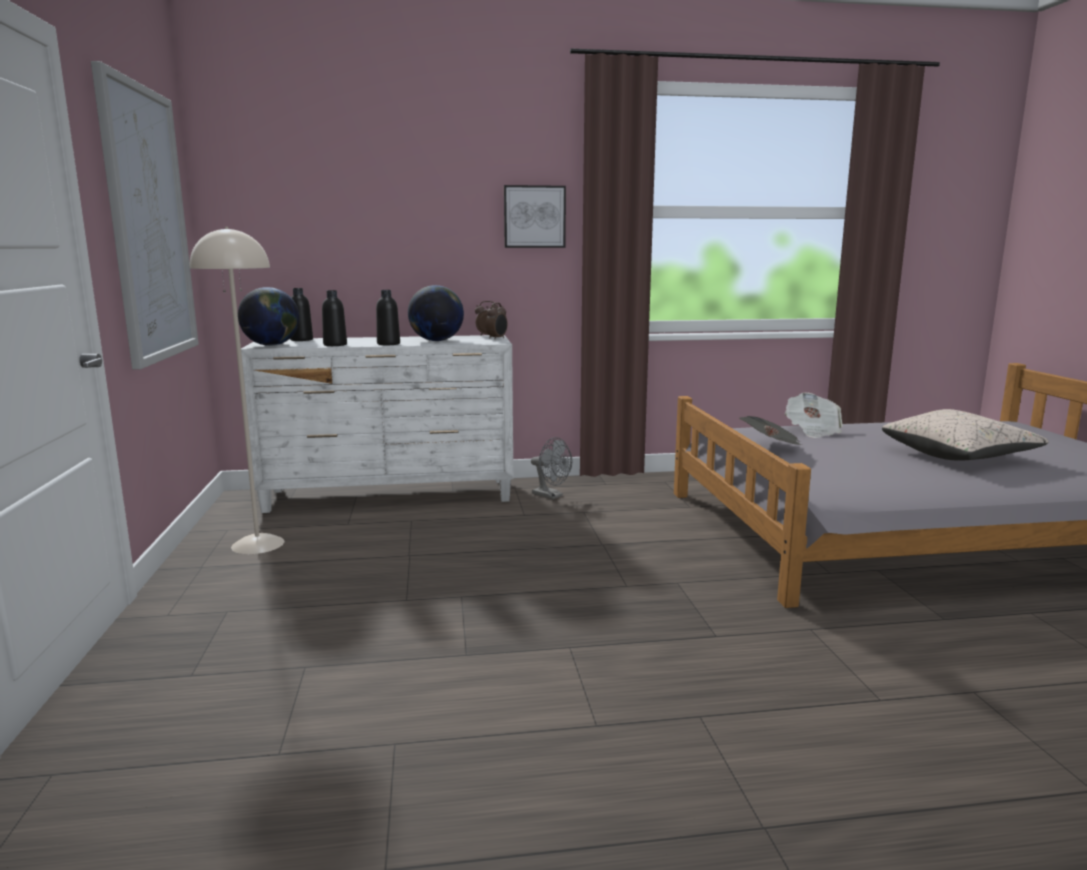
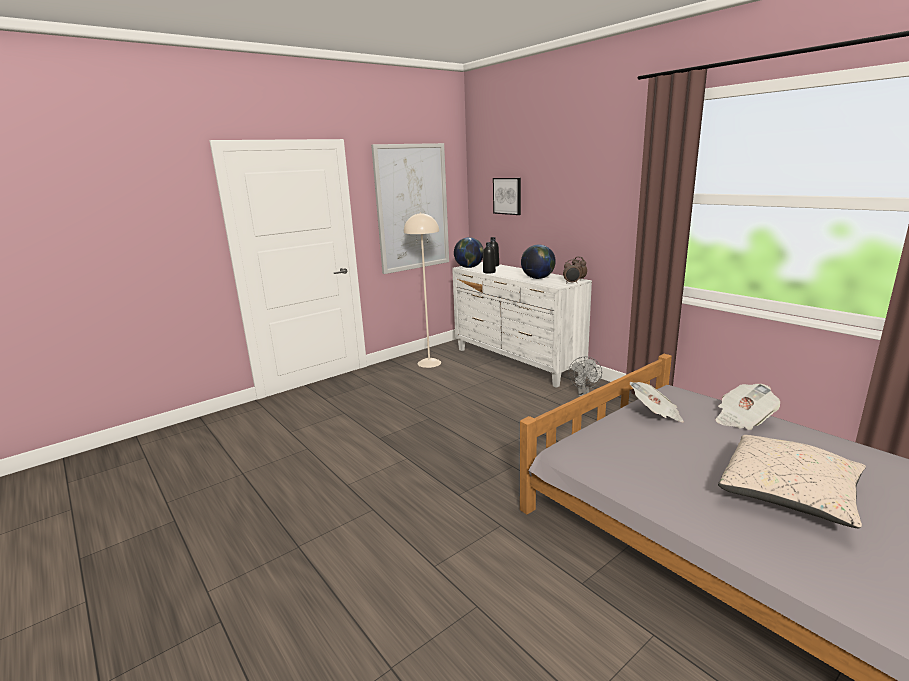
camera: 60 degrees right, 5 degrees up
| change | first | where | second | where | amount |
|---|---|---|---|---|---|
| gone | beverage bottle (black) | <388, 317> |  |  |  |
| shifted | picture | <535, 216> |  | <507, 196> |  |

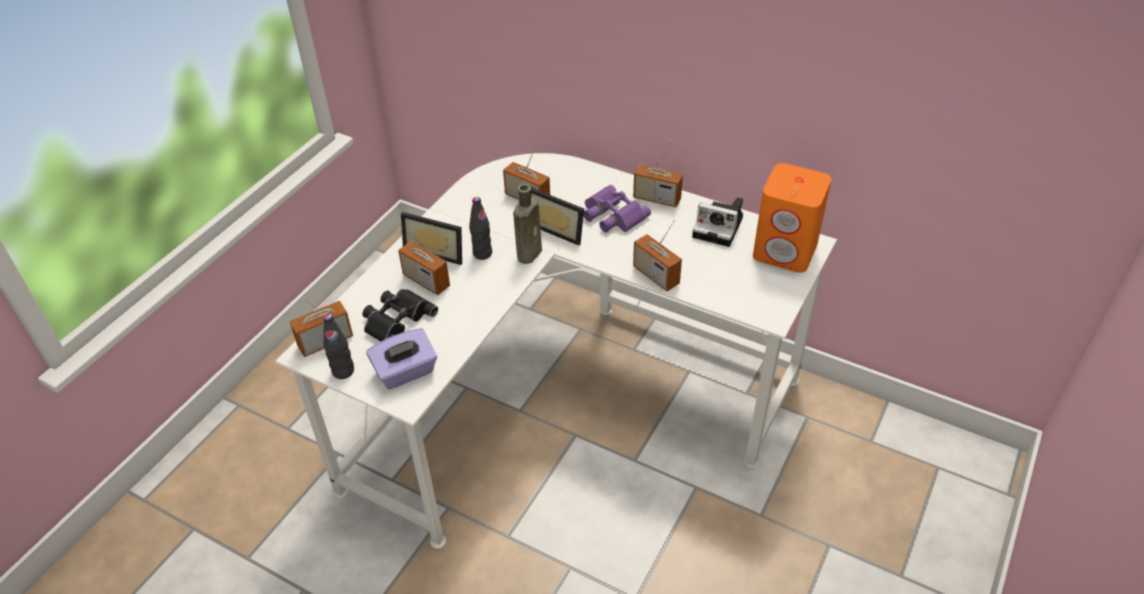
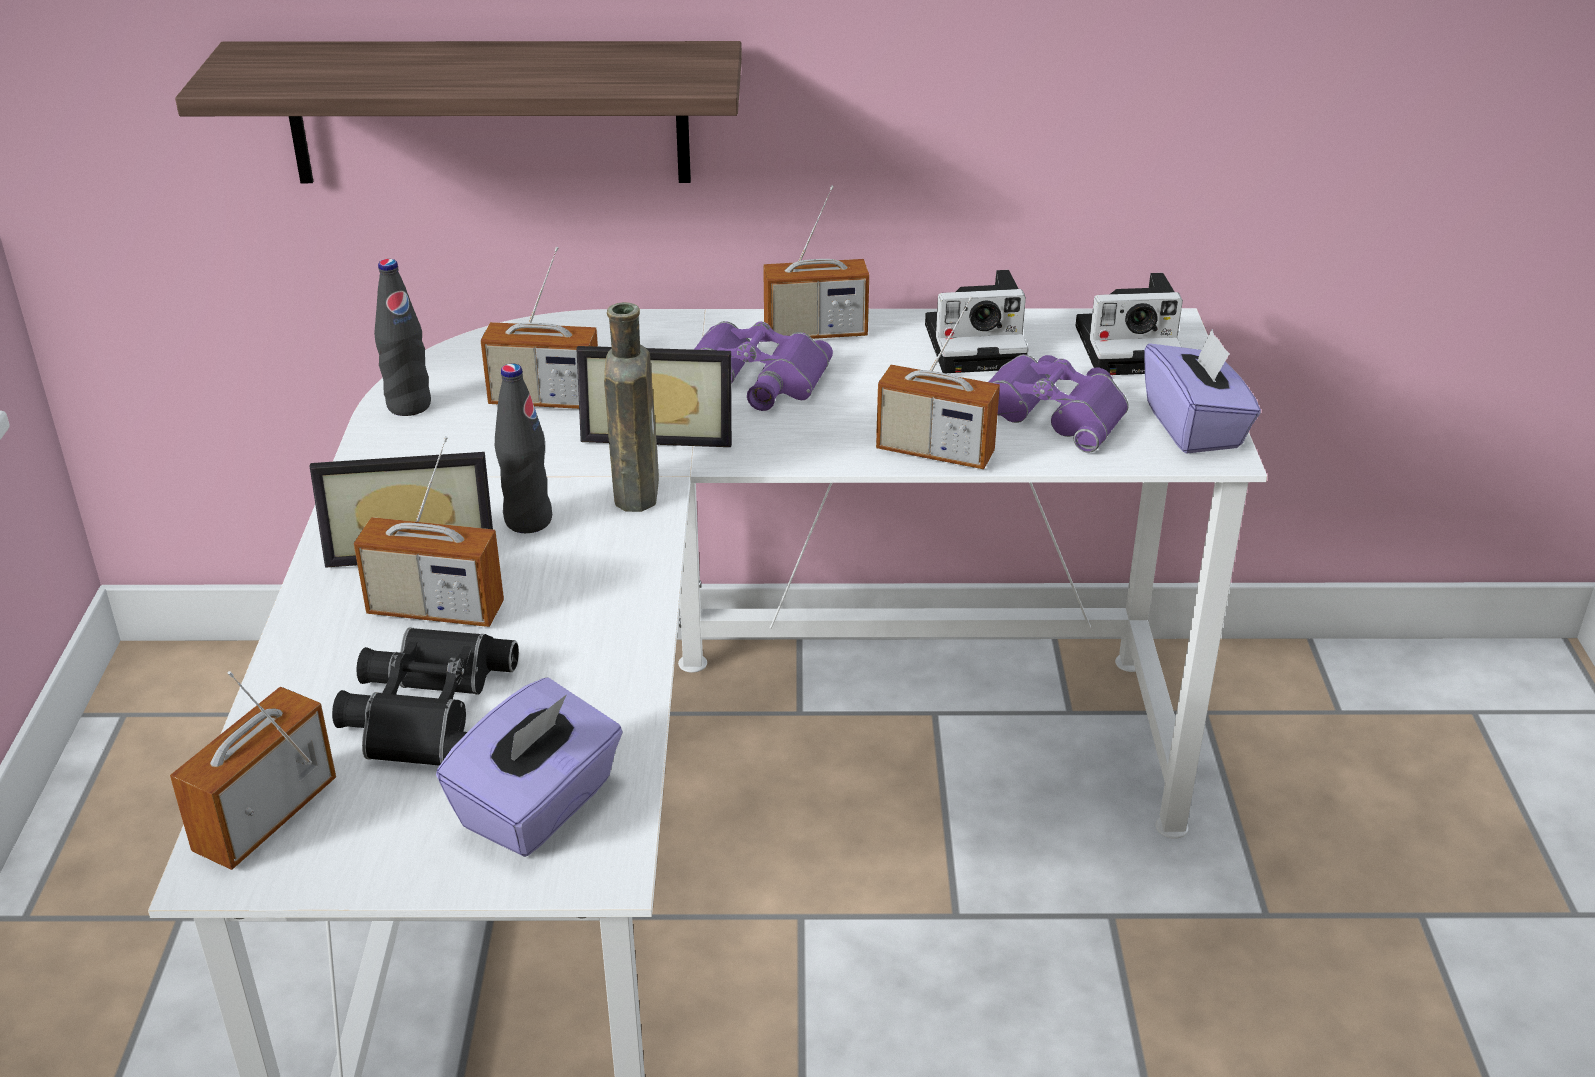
camera: 30 degrees left, 10 degrees down
| change | first | where | second | where | amount |
|---|---|---|---|---|---|
| new |  |  | wall shelf | <458, 112> |  |
| new |  |  | pair of binoculars (purple) | <1059, 403> |  |
| new |  |  | tissue box (purple) | <1202, 391> |  |
| shifted | beverage bottle (black) | <338, 346> |  | <402, 337> |  |
| swapped | speaker (orangey) | <792, 218> | still camera | <1129, 324> |  |

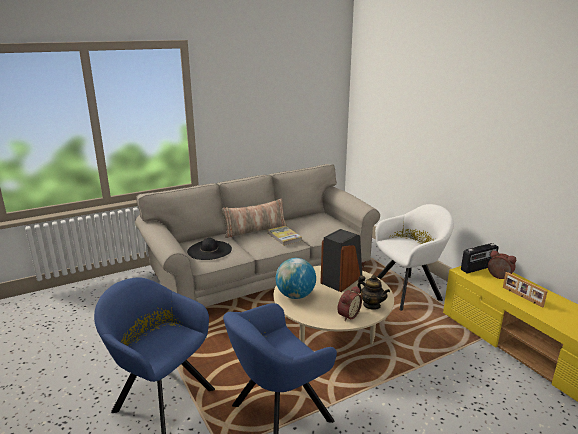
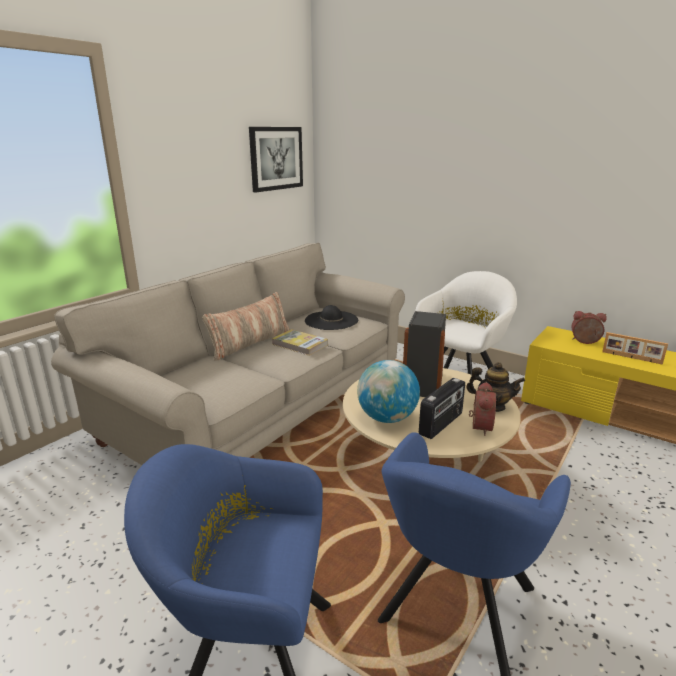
camera: 25 degrees left, 0 degrees up
| change | first | where | second | where | amount |
|---|---|---|---|---|---|
| new |  |  | picture | <276, 160> |  |
| shifted | wearable hat (black) | <209, 249> |  | <331, 317> |  |
| shifted | radio set | <480, 258> |  | <442, 408> |  |

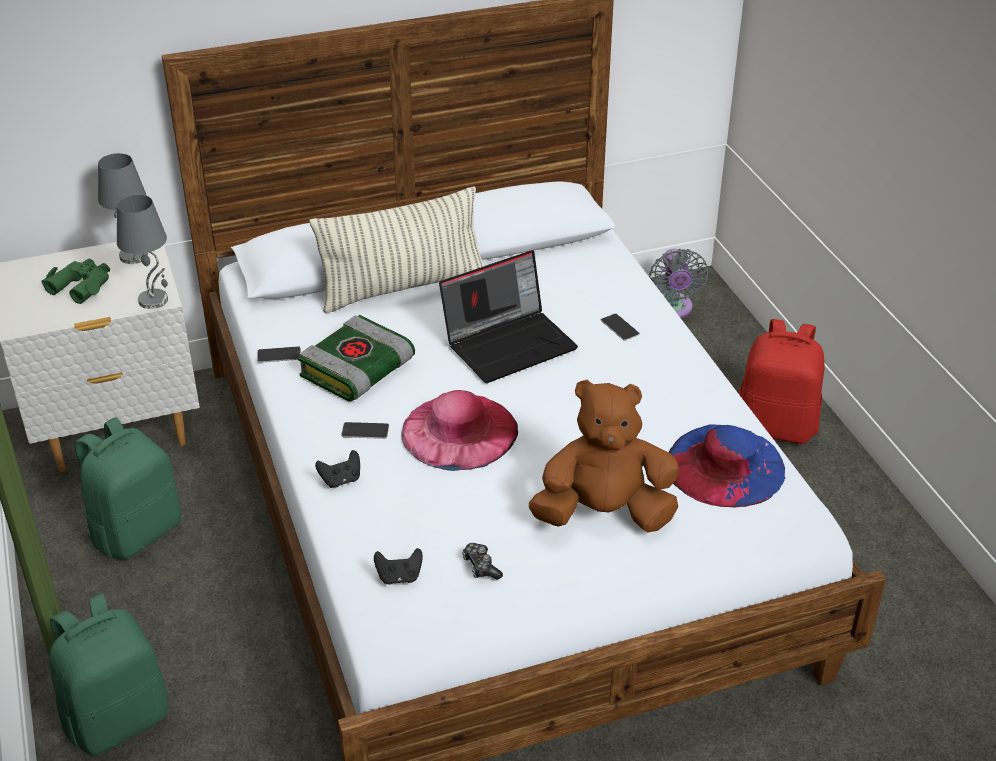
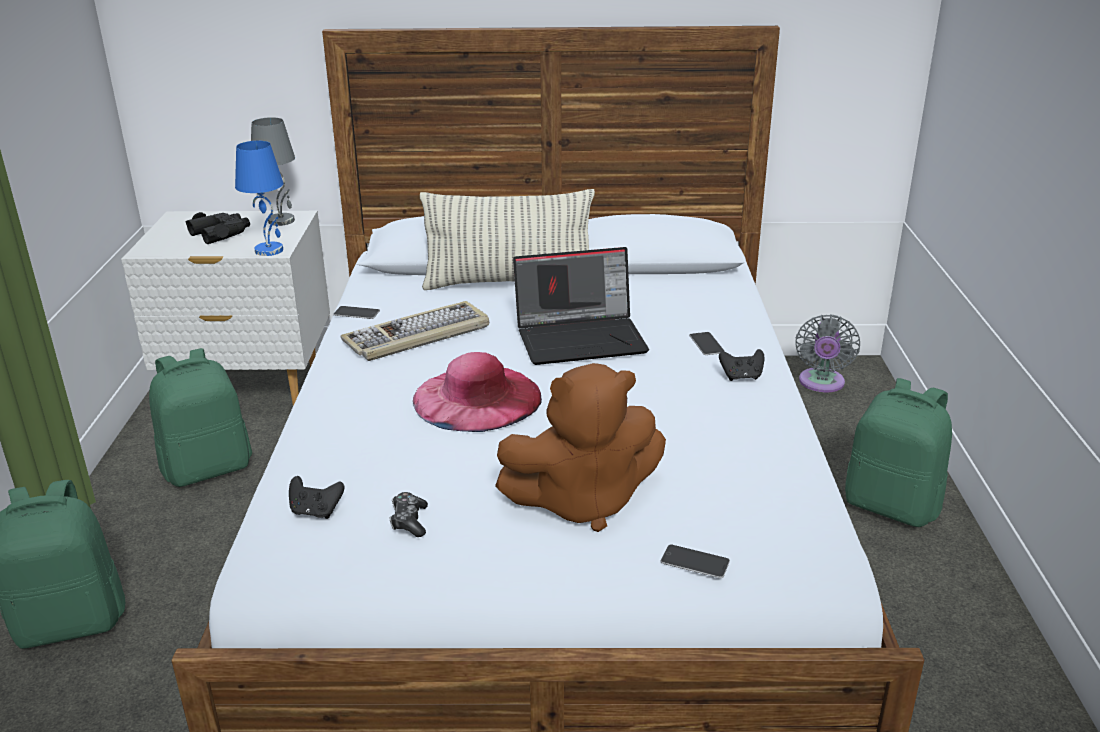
camera: 20 degrees right, 10 degrees down
| change | first | where | second | where | amount |
|---|---|---|---|---|---|
| gone | wearable hat (blue) | <727, 465> |  |  |  |
| shifted | gamepad (black) | <337, 469> |  | <741, 365> |  |
| shifted | telephone | <365, 430> |  | <695, 561> |  |
| swapped | book | <356, 358> | computer keyboard | <414, 331> |  |
| repainted | pair of binoculars (green) | <75, 281> | pair of binoculars (black) | <217, 228> |  |
| repainted | tabletop lamp (gray) | <142, 252> | tabletop lamp (blue) | <259, 198> |  |
| repainted | rucksack (reddish) | <782, 381> | rucksack (green) | <898, 452> |  |
| rotated | cuddly toy (brown) | <604, 456> |  | <580, 447> | 150 degrees clockwise |

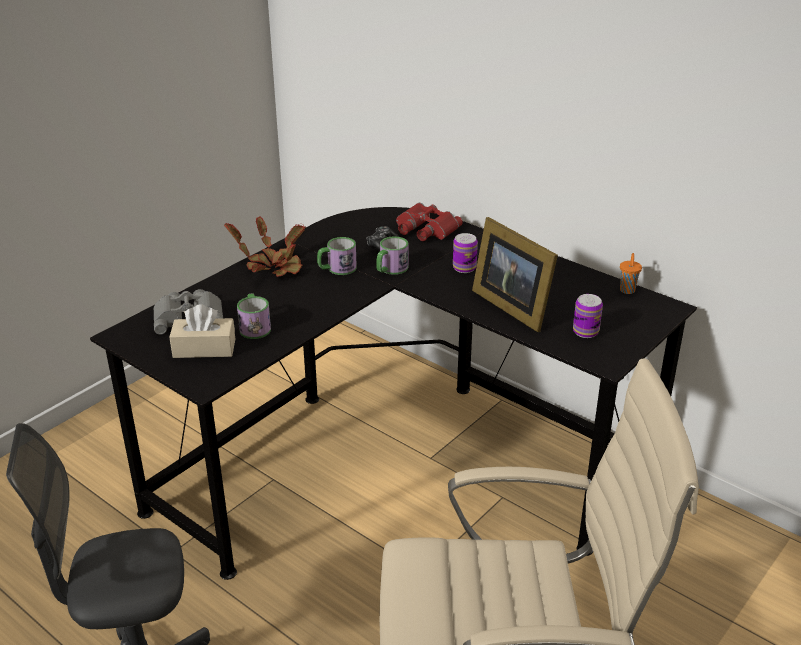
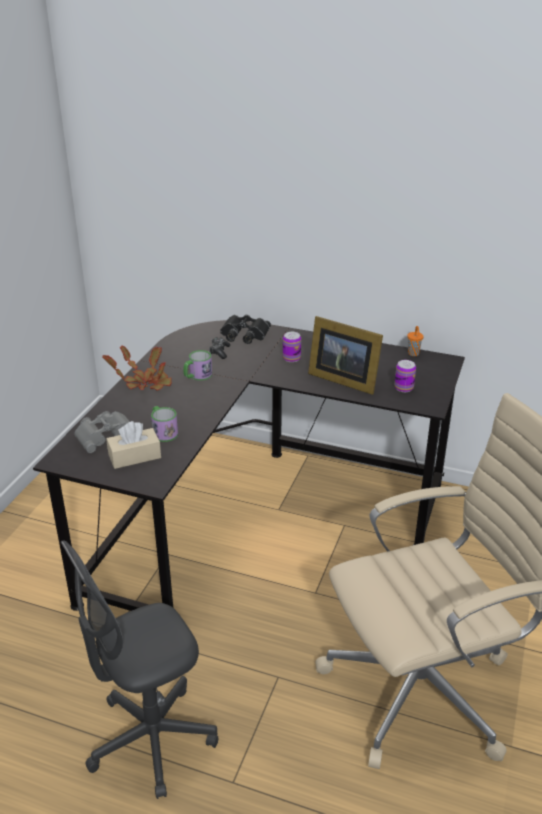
camera: 20 degrees left, 0 degrees up
| change | first | where | second | where | amount |
|---|---|---|---|---|---|
| gone | mug | <392, 255> |  |  |  |
| repainted | pair of binoculars (reddish) | <429, 222> | pair of binoculars (black) | <245, 329> |  |

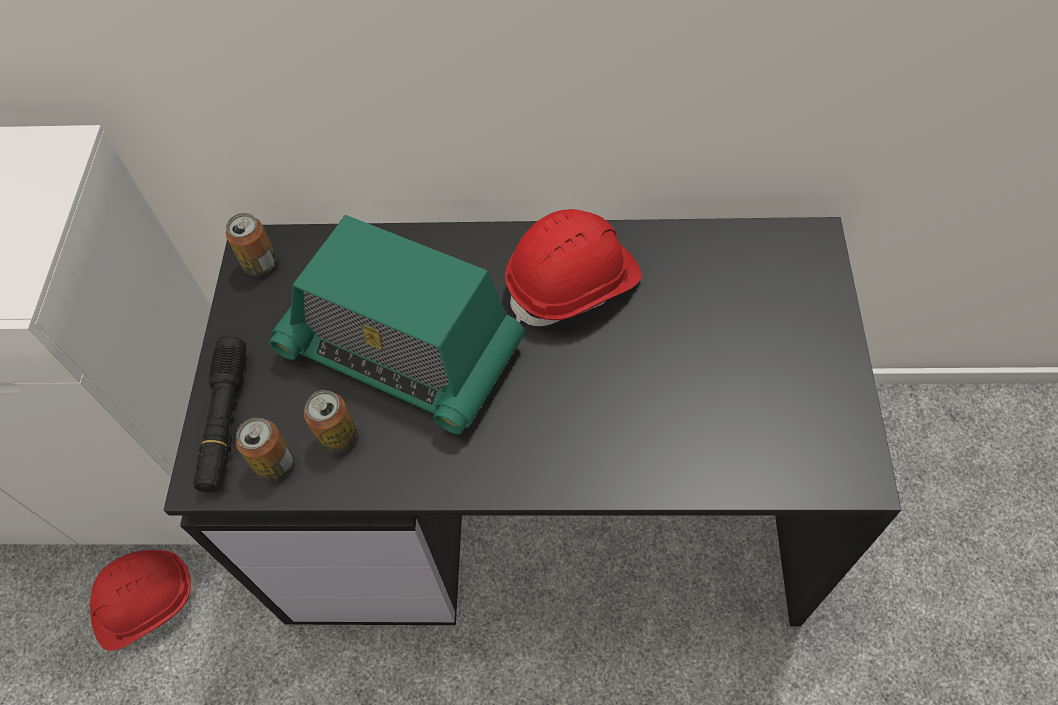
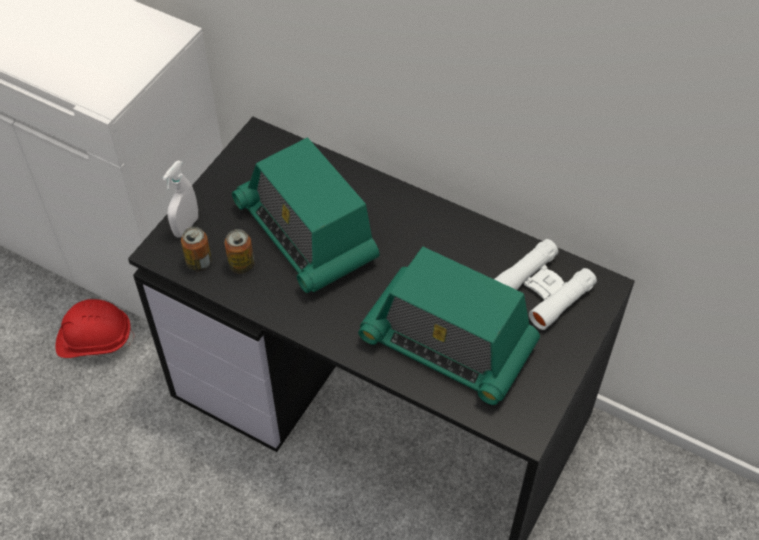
camera: 25 degrees right, 5 degrees down
| change | first | where | second | where | amount |
|---|---|---|---|---|---|
| gone | metal can | <251, 244> |  |  |  |
| gone | work helmet (reddish) | <573, 267> |  |  |  |
| new |  |  | radio set | <449, 325> |  |
| new |  |  | pair of binoculars (white-coloured) | <545, 284> |  |
| swapped | torch (black) | <220, 414> | sprayer (white-coloured) | <180, 199> |  |

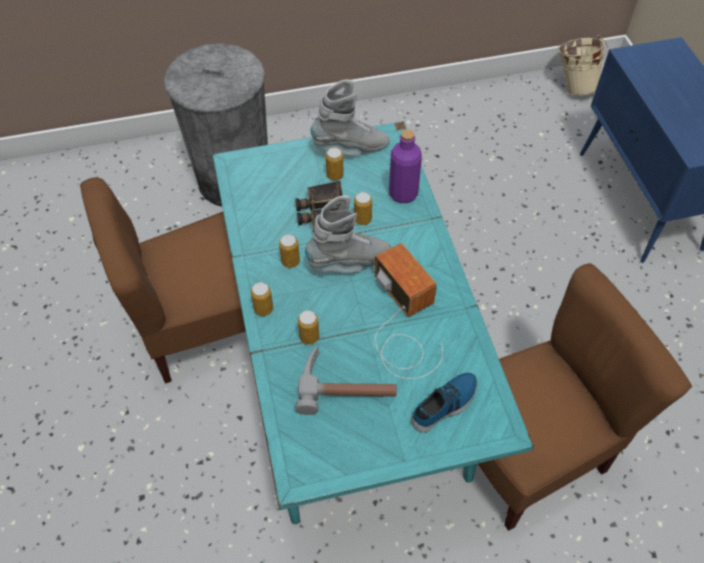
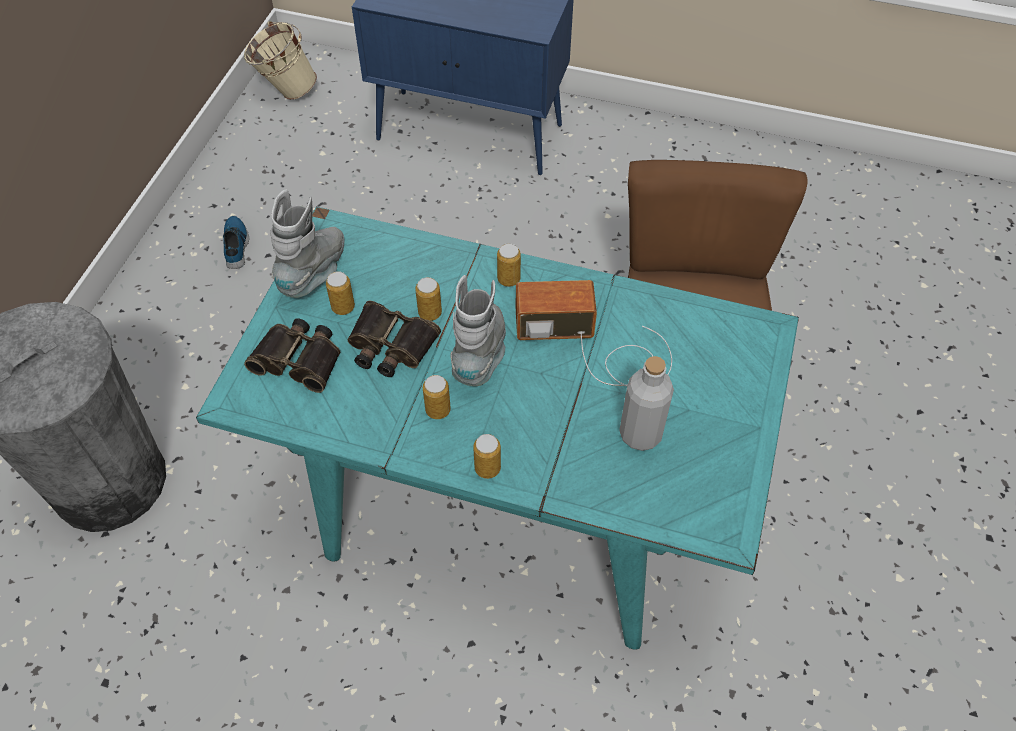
camera: 60 degrees left, 0 degrees up
| change | first | where | second | where | amount |
|---|---|---|---|---|---|
| gone | chair (brown) | <163, 280> |  |  |  |
| gone | beverage bottle (purple) | <405, 166> |  |  |  |
| new |  |  | pair of binoculars | <292, 356> |  |
| shifted | metal can | <308, 327> |  | <509, 265> |  |
| shifted | low shoe | <444, 403> |  | <236, 242> |  |
| swapped | hammer | <346, 380> | beverage bottle (gray) | <646, 403> |  |

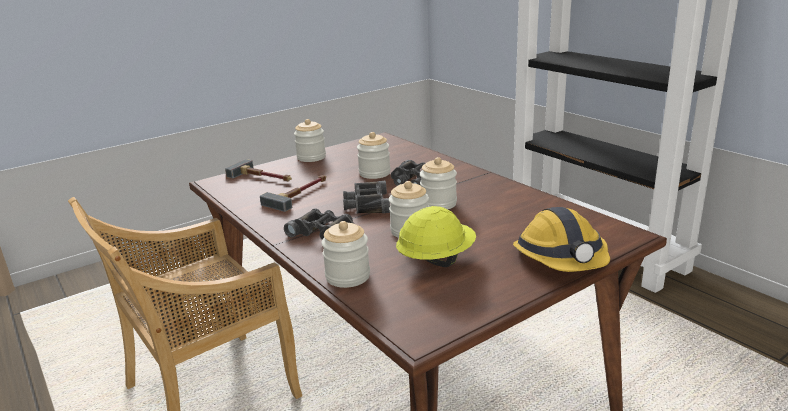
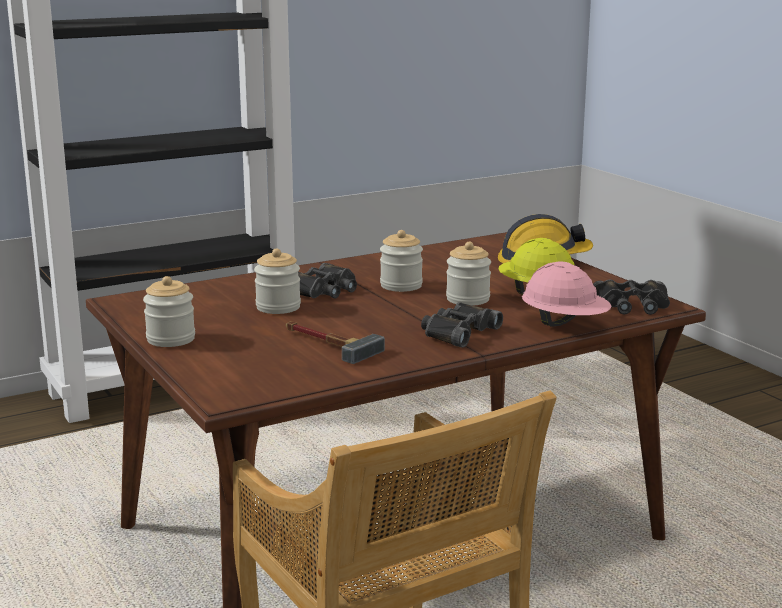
camera: 85 degrees left, 5 degrees down
| change | first | where | second | where | amount |
|---|---|---|---|---|---|
| gone | hammer | <258, 170> |  |  |  |
| shifted | pair of binoculars (black) | <366, 197> |  | <631, 297> |  |
| swapped | jar | <345, 254> | work helmet (pink) | <566, 294> |  |

